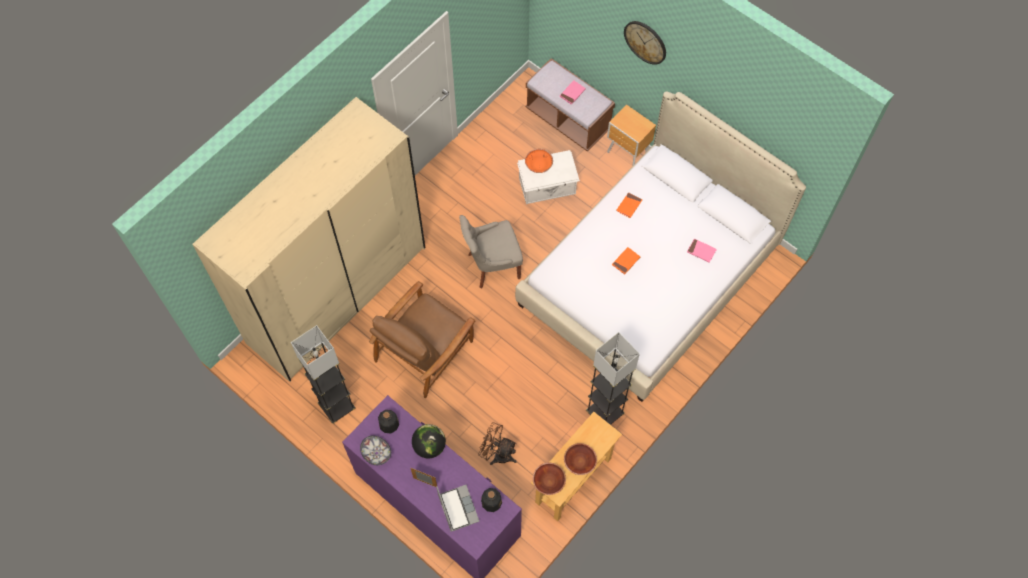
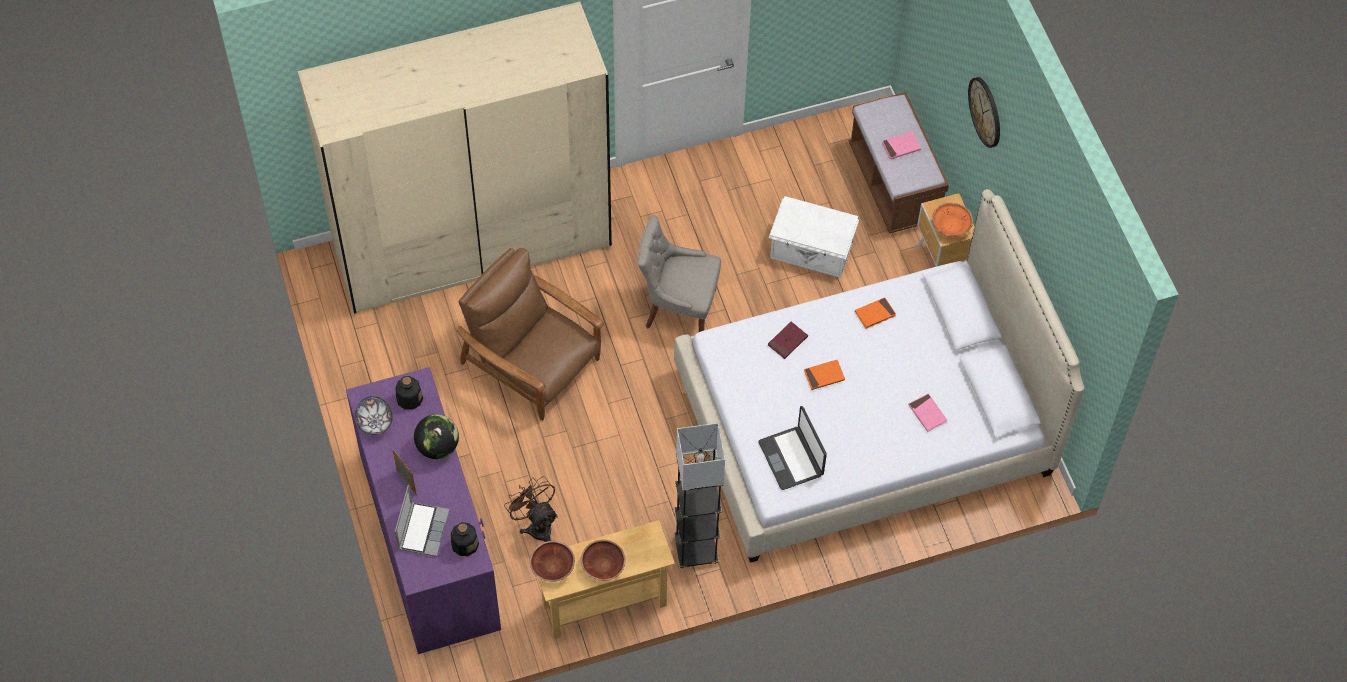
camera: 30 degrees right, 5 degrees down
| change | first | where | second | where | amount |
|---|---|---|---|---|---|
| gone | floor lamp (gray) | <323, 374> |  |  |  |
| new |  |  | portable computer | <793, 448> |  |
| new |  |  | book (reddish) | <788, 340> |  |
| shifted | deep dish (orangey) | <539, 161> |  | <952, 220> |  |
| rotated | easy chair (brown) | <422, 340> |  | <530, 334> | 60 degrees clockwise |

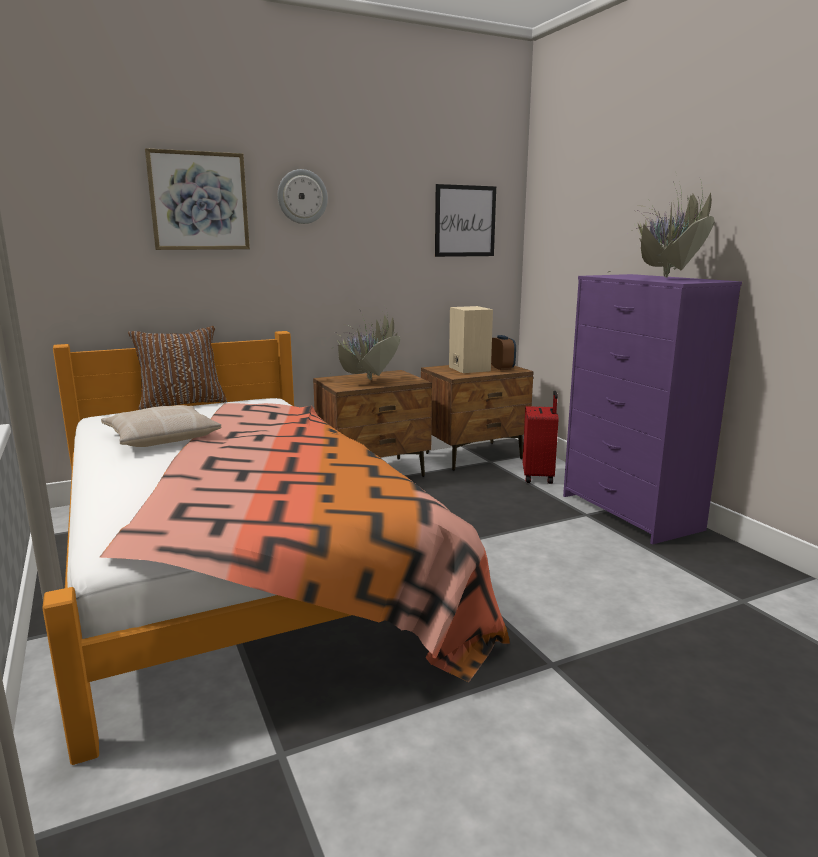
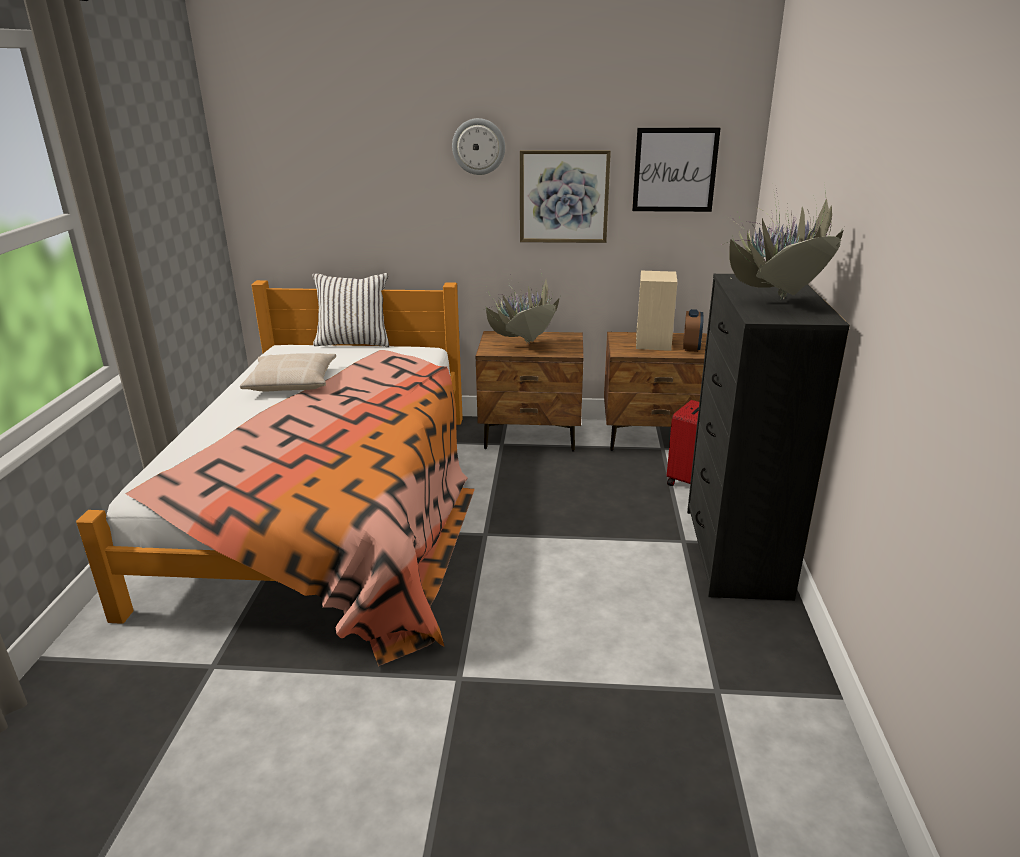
camera: 30 degrees right, 10 degrees up
| change | first | where | second | where | amount |
|---|---|---|---|---|---|
| shifted | picture | <197, 199> |  | <565, 196> |  |
| repainted | cushion (brown) | <177, 368> | cushion (white-coloured) | <351, 310> |  |
| repainted | chest of drawers (purple) | <652, 409> | chest of drawers (black) | <768, 437> |  |

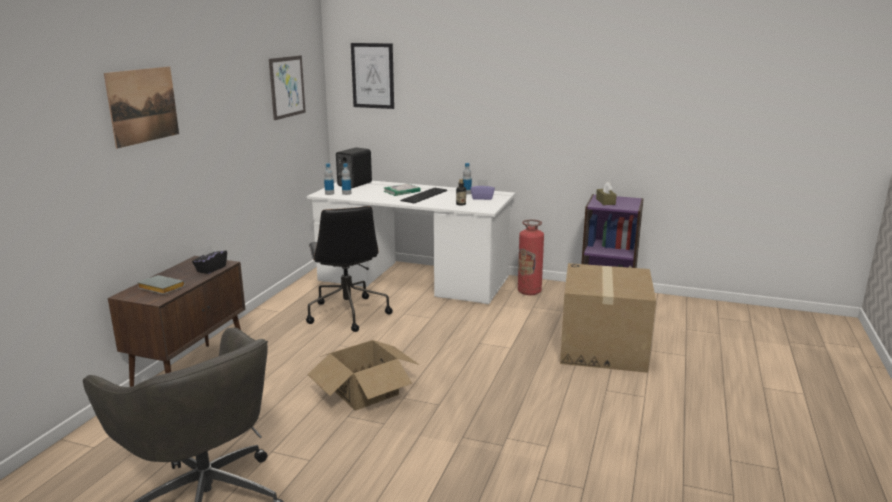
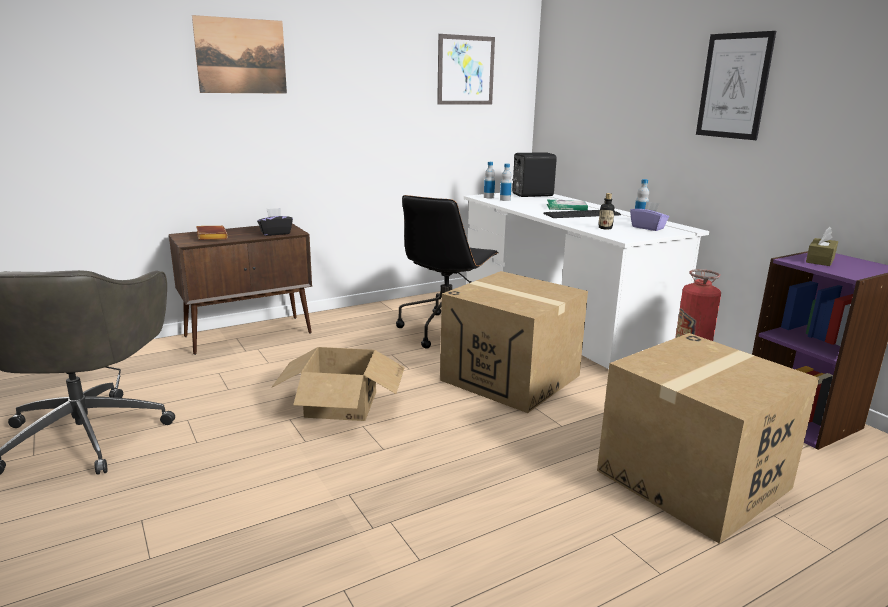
camera: 40 degrees right, 0 degrees up
| change | first | where | second | where | amount |
|---|---|---|---|---|---|
| new |  |  | carton | <514, 342> |  |
| shifted | picture | <372, 76> |  | <736, 85> |  |
| repainted | book (gray) | <161, 284> | book (brown) | <212, 233> |  |

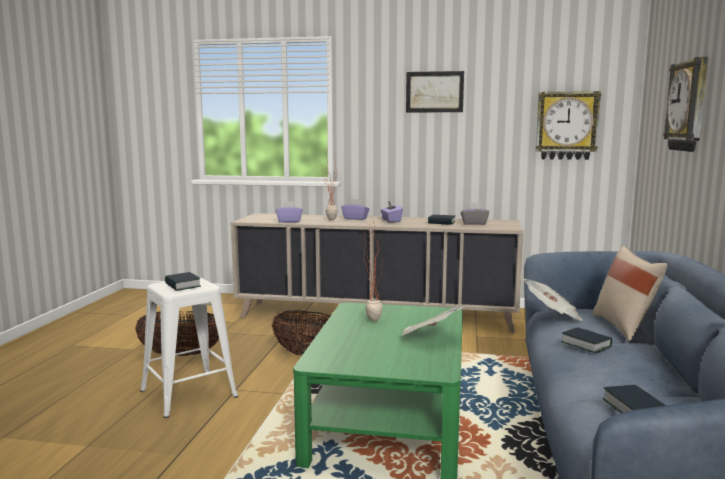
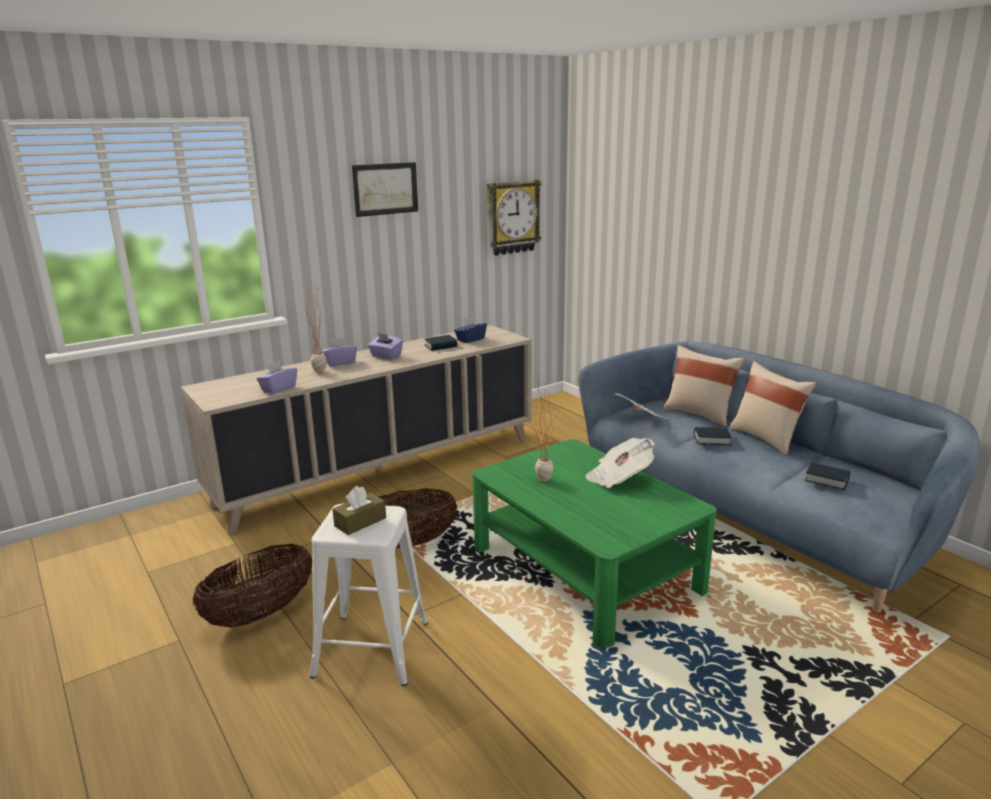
camera: 45 degrees left, 10 degrees up
| change | first | where | second | where | amount |
|---|---|---|---|---|---|
| gone | hanging clock | <685, 104> |  |  |  |
| new |  |  | cushion (sand-coloured) | <773, 408> |  |
| swapped | book | <183, 281> | tissue box (brown) | <359, 510> |  |
| repainted | tissue box (gray) | <475, 214> | tissue box (blue) | <470, 329> |  |

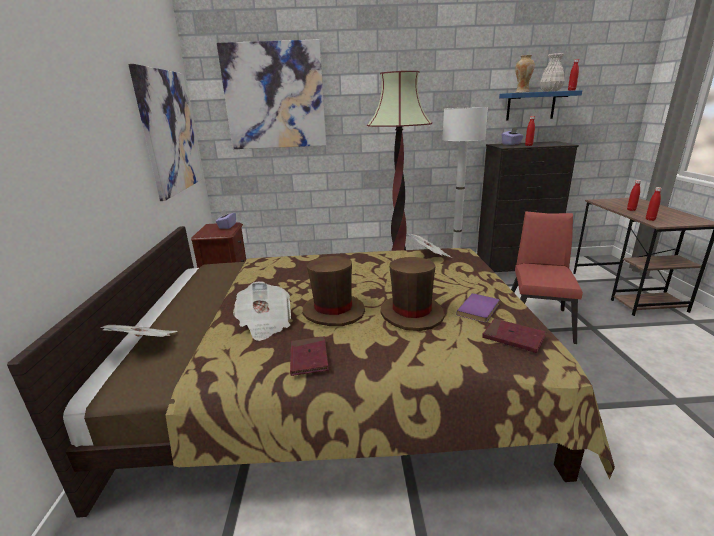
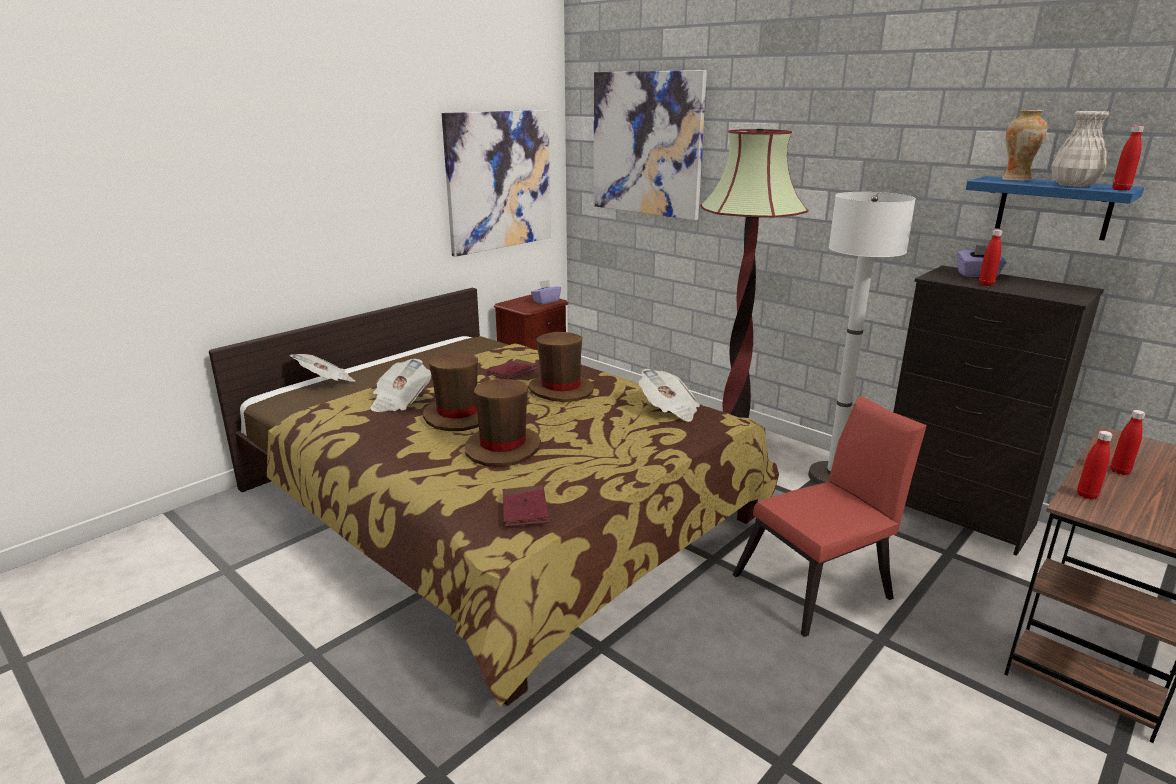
camera: 45 degrees right, 0 degrees up
| change | first | where | second | where | amount |
|---|---|---|---|---|---|
| gone | book (purple) | <478, 308> |  |  |  |
| new |  |  | wearable hat (brown) | <561, 367> |  |
| shifted | book (reddish) | <309, 356> |  | <512, 369> |  |

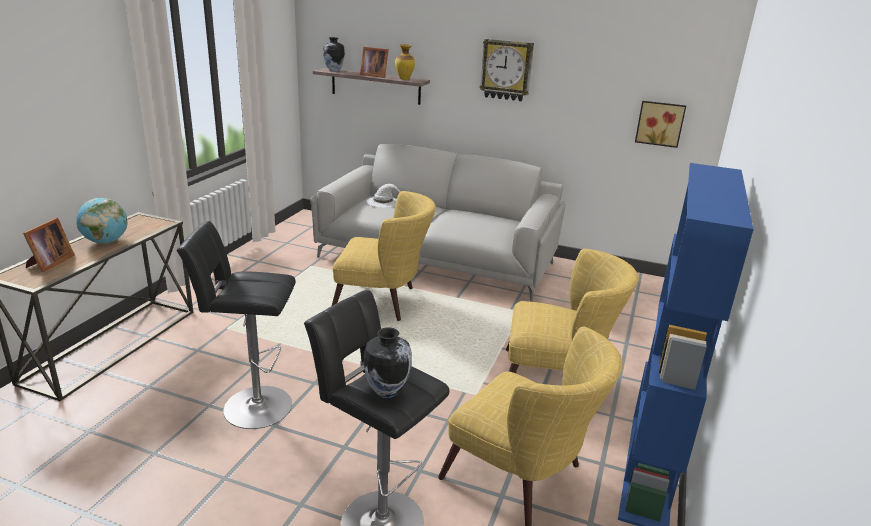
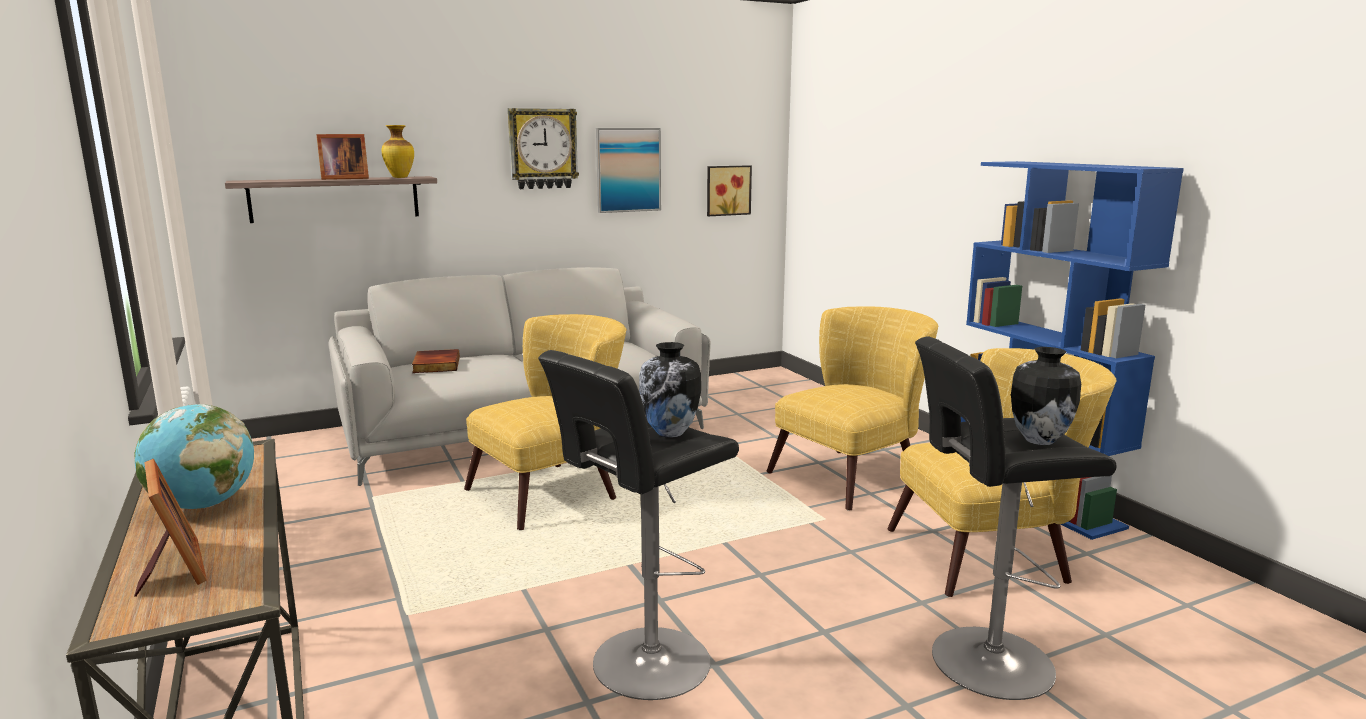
camera: 45 degrees left, 10 degrees down
| change | first | where | second | where | amount |
|---|---|---|---|---|---|
| new |  |  | picture | <628, 170> |  |
| shifted | flower vase | <334, 54> |  | <670, 390> |  |
| swapped | wearable hat (white-coloured) | <383, 196> | book | <436, 361> |  |

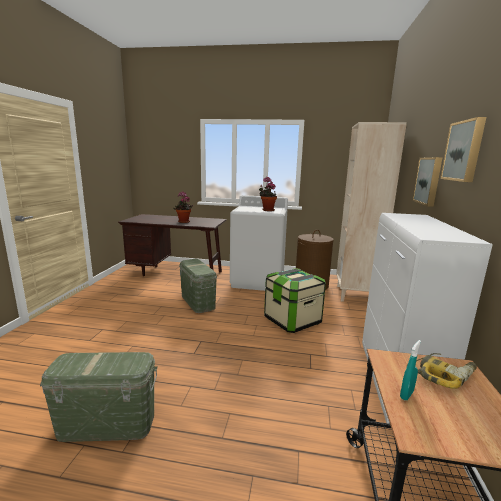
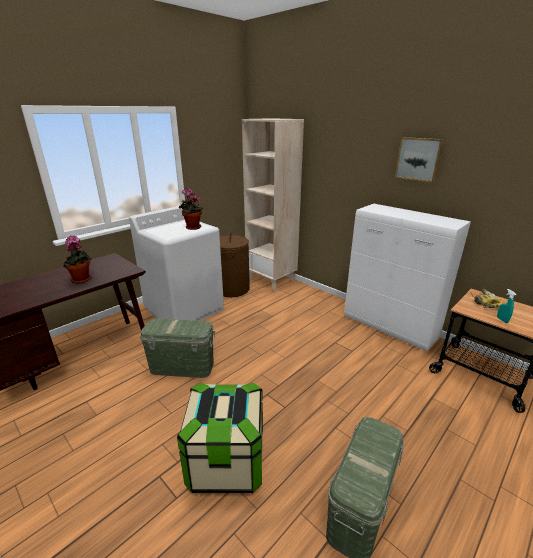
camera: 55 degrees left, 10 degrees up
| change | first | where | second | where | amount |
|---|---|---|---|---|---|
| gone | picture | <427, 182> |  |  |  |
| shifted | storage bin | <295, 300> |  | <220, 438> |  |

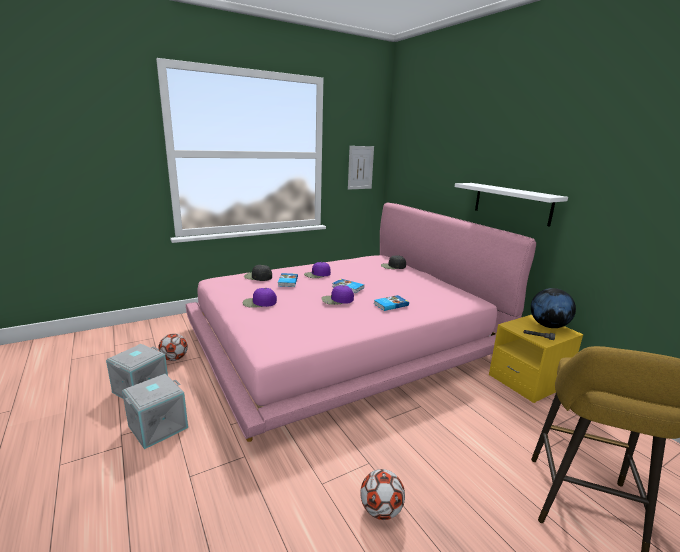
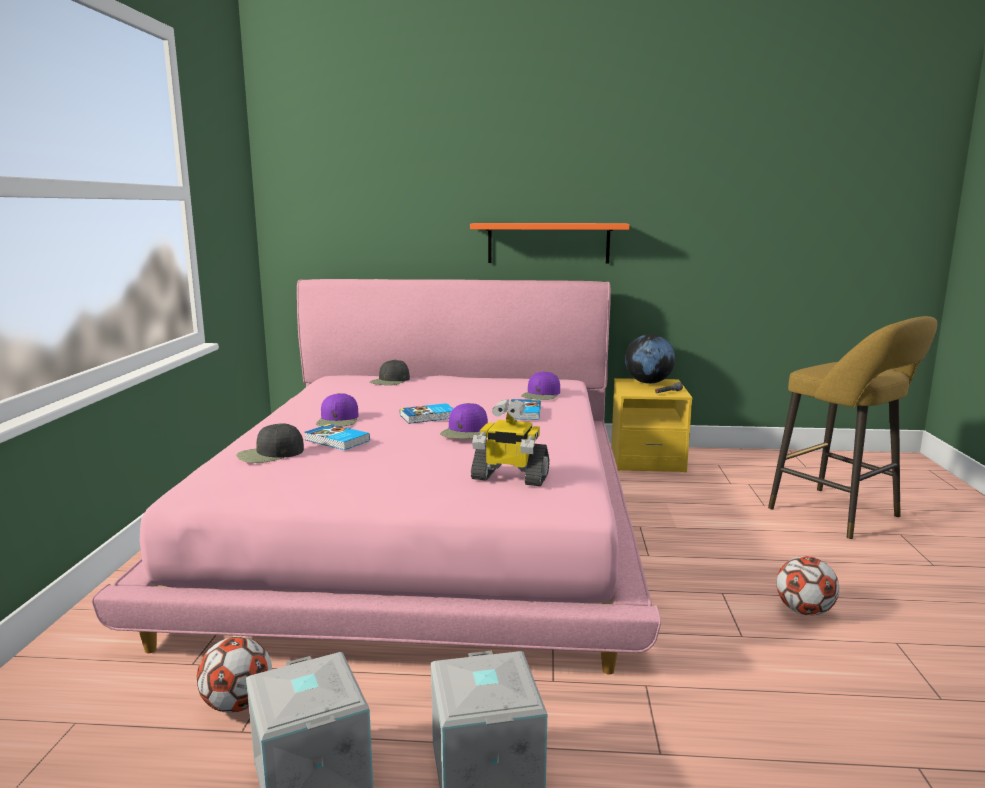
camera: 55 degrees left, 5 degrees down
| change | first | where | second | where | amount |
|---|---|---|---|---|---|
| gone | picture | <361, 168> |  |  |  |
| new |  |  | toy robot | <510, 442> |  |
| shifted | cap (purple) | <260, 298> |  | <540, 385> |  |
| repainted | wall shelf (white-coloured) | <511, 205> | wall shelf (orangey) | <550, 243> |  |

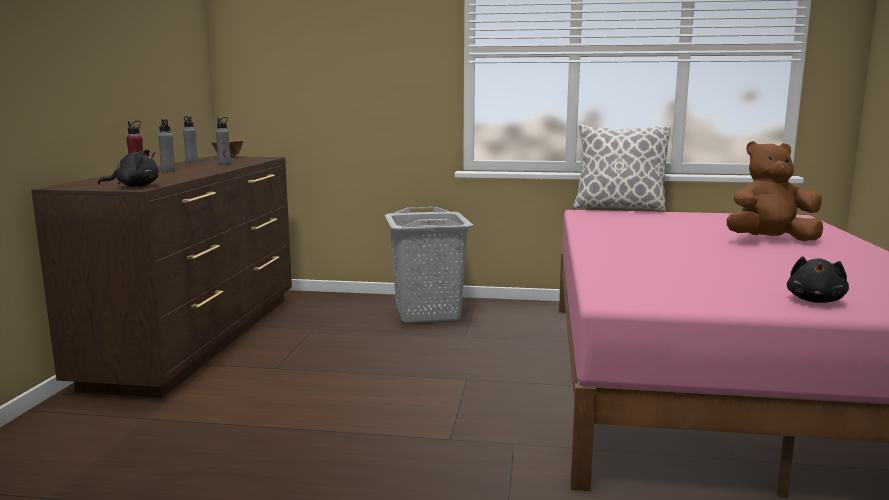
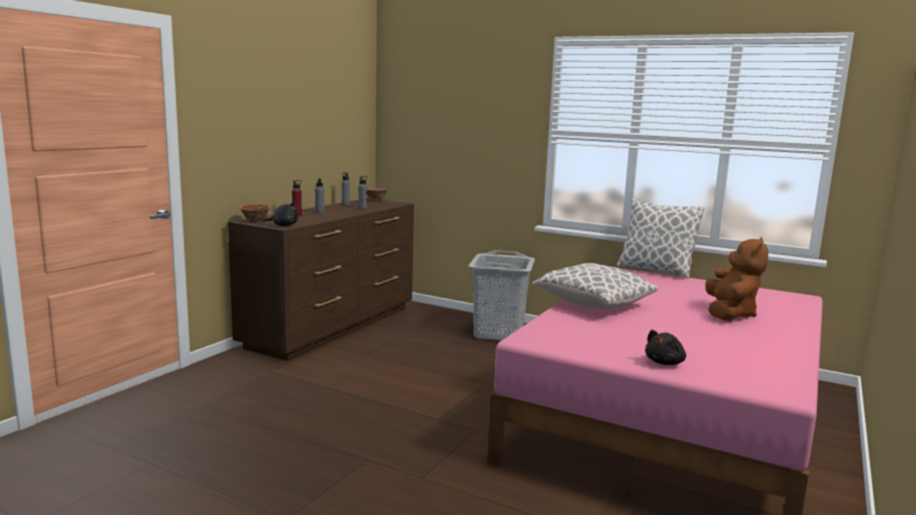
camera: 20 degrees right, 0 degrees up
| change | first | where | second | where | amount |
|---|---|---|---|---|---|
| new |  |  | deep dish | <255, 213> |  |
| new |  |  | cushion | <594, 286> |  |
| rotated | cuddly toy (brown) | <775, 191> |  | <736, 279> | 90 degrees clockwise |

